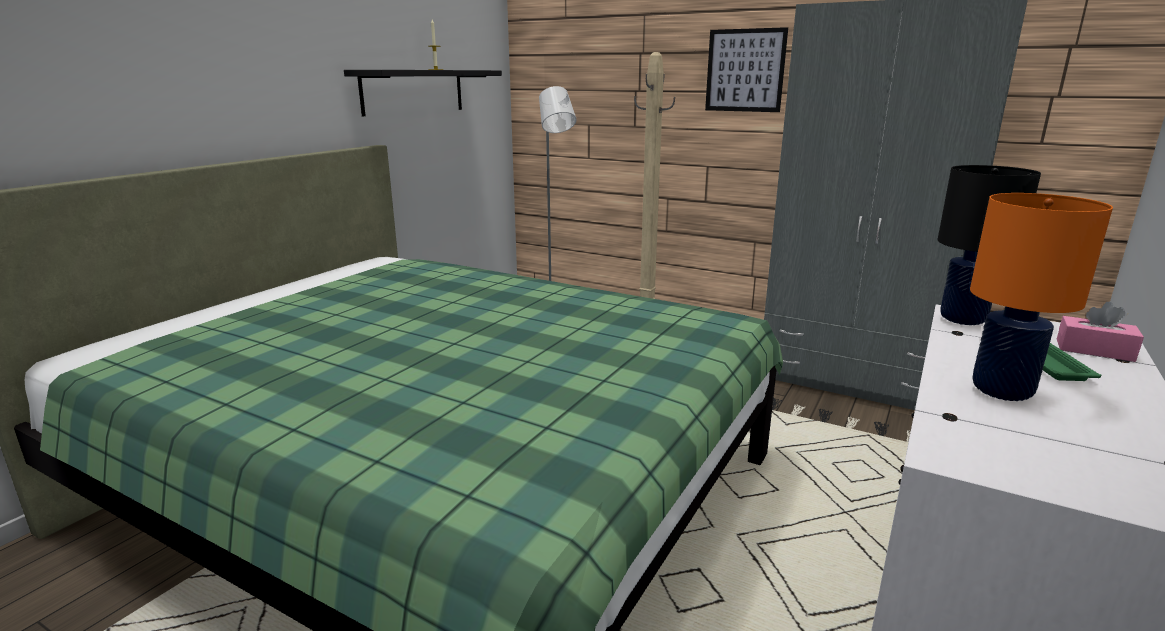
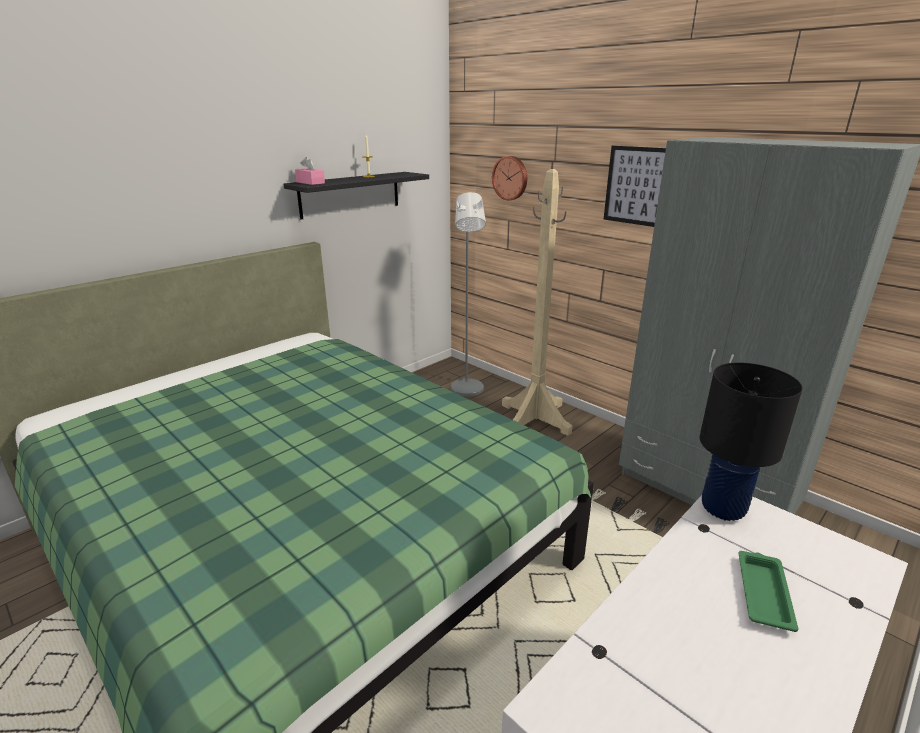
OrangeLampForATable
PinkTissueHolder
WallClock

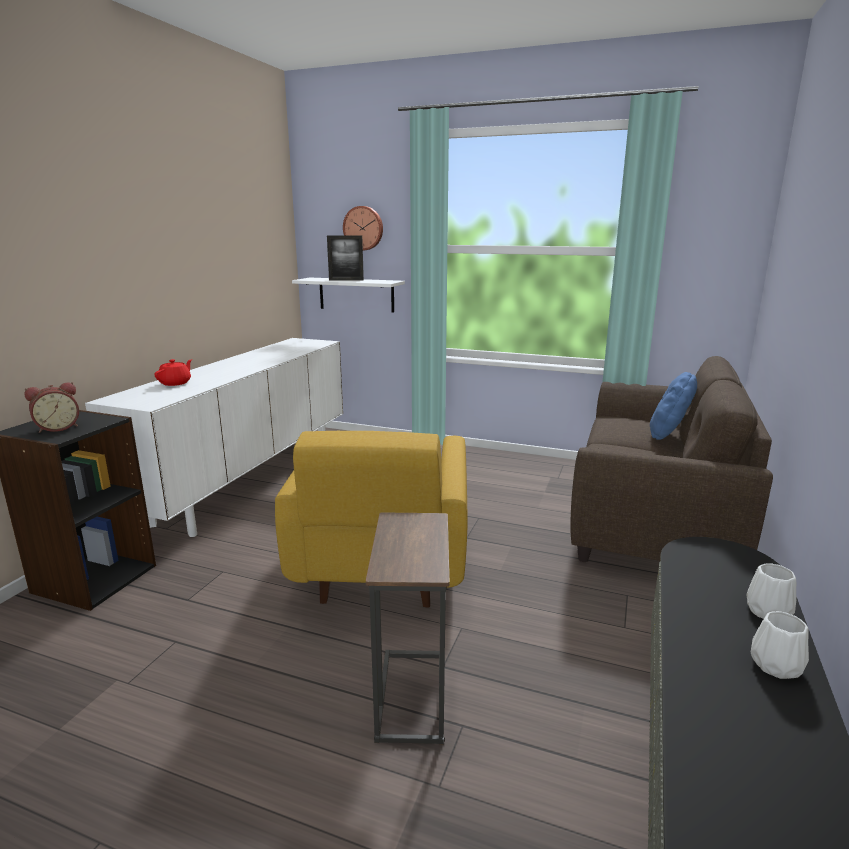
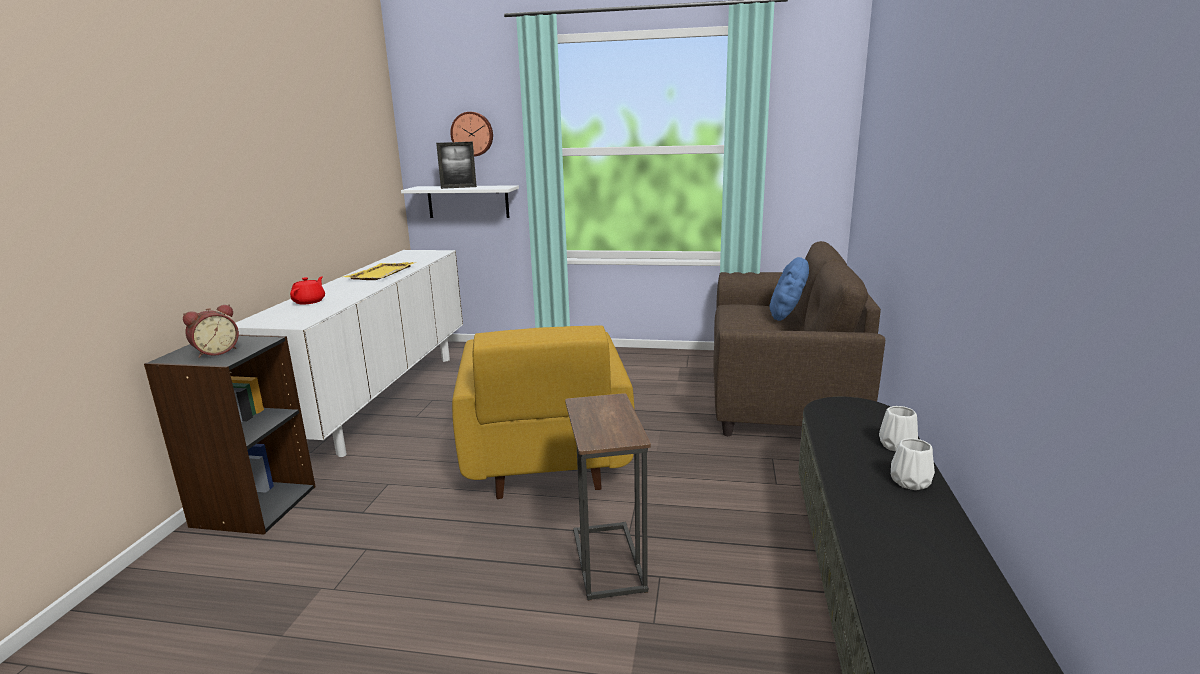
YellowColouredTray

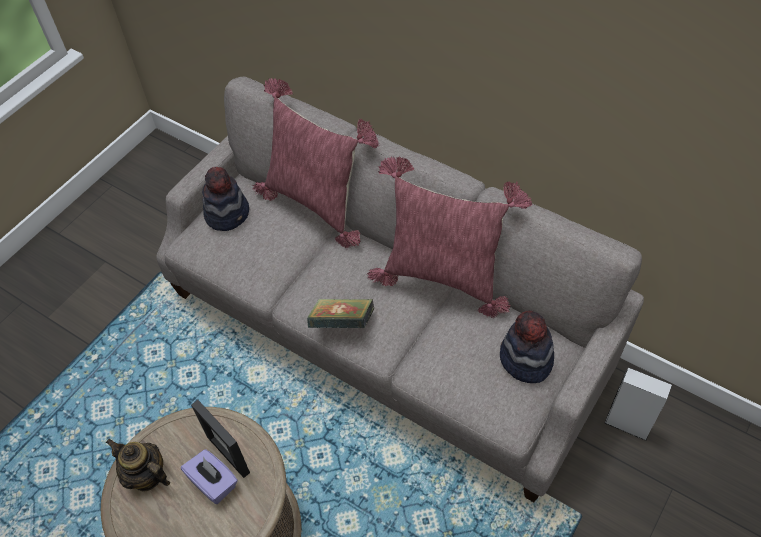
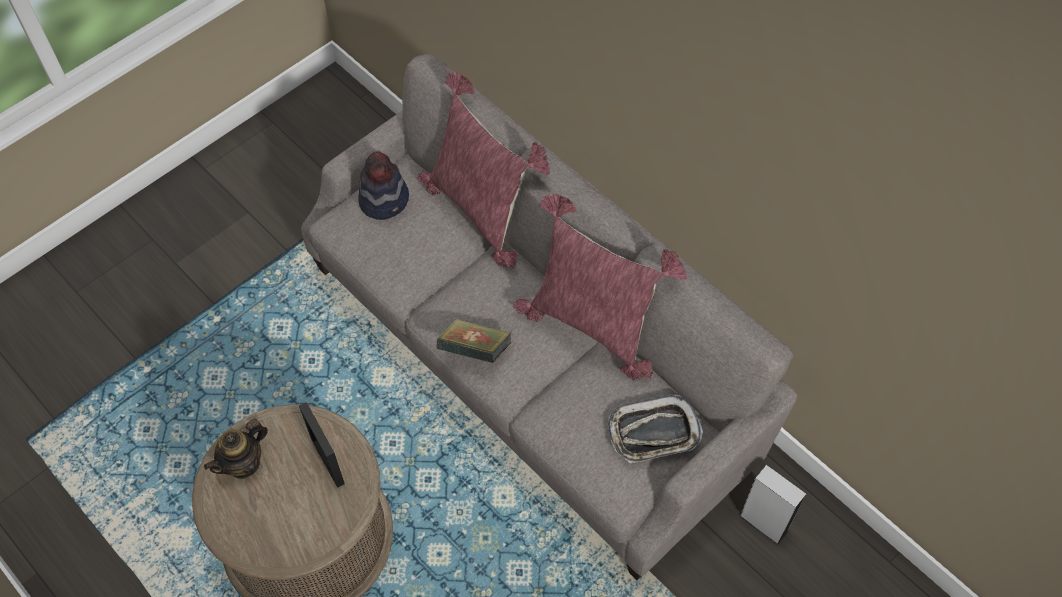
Teapot
PurpleTissueHolder
Tray

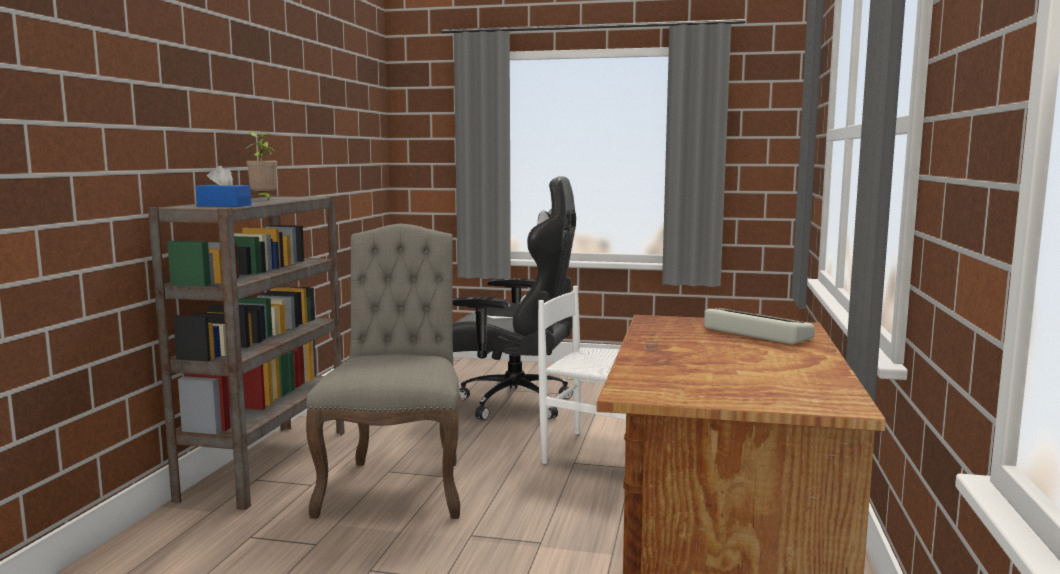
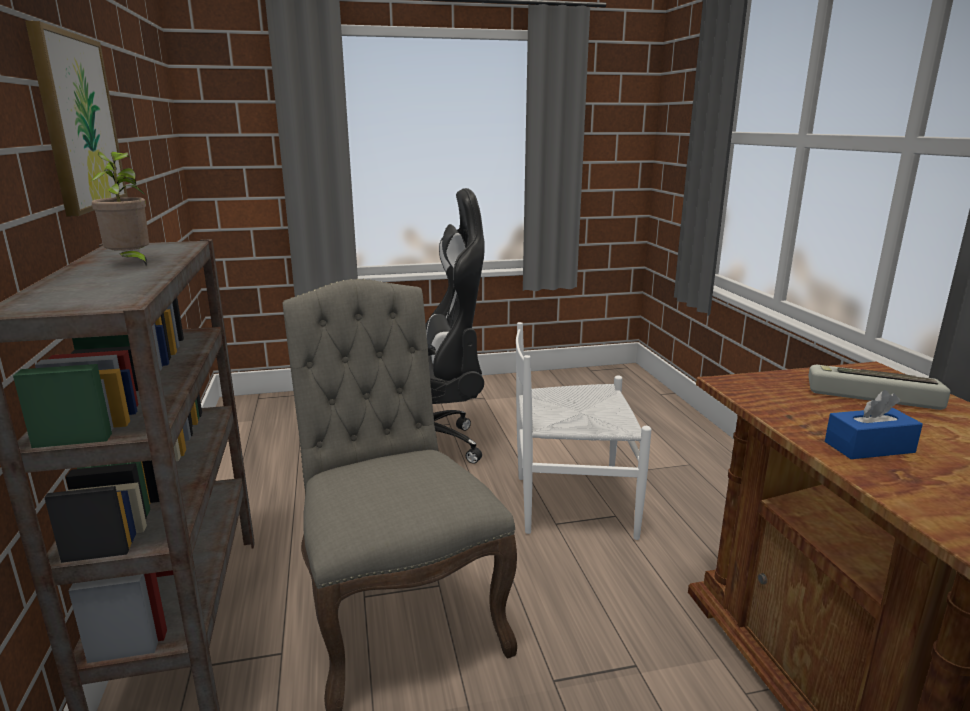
BlueColouredTissueHolder
Picture

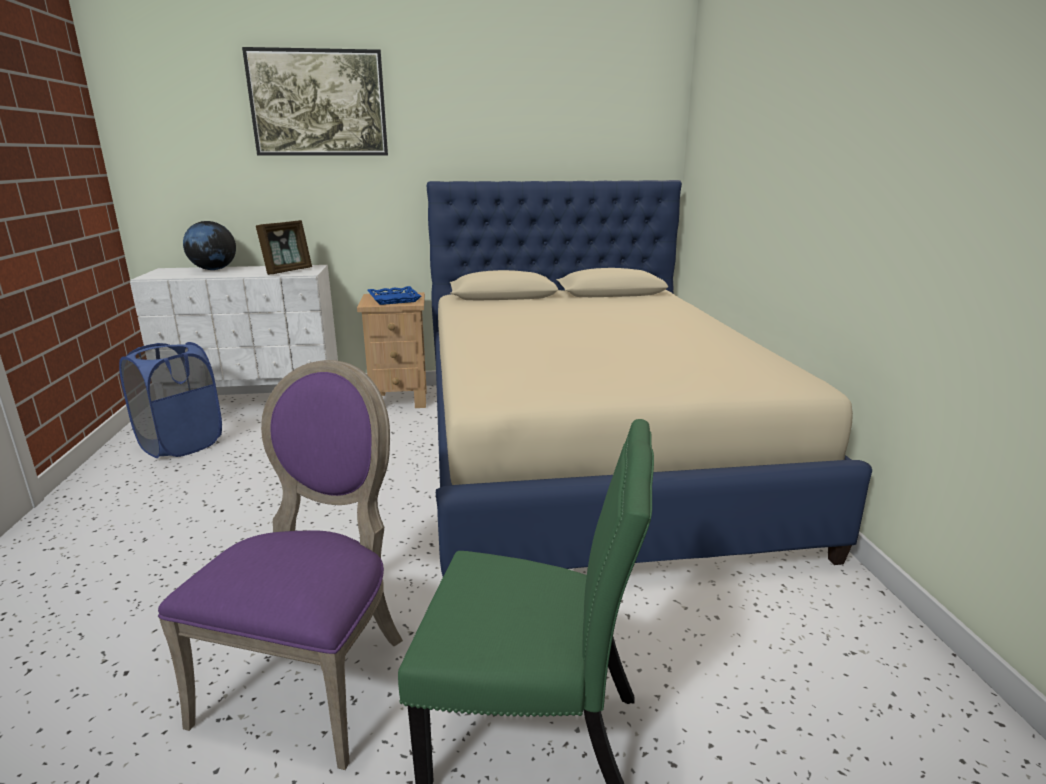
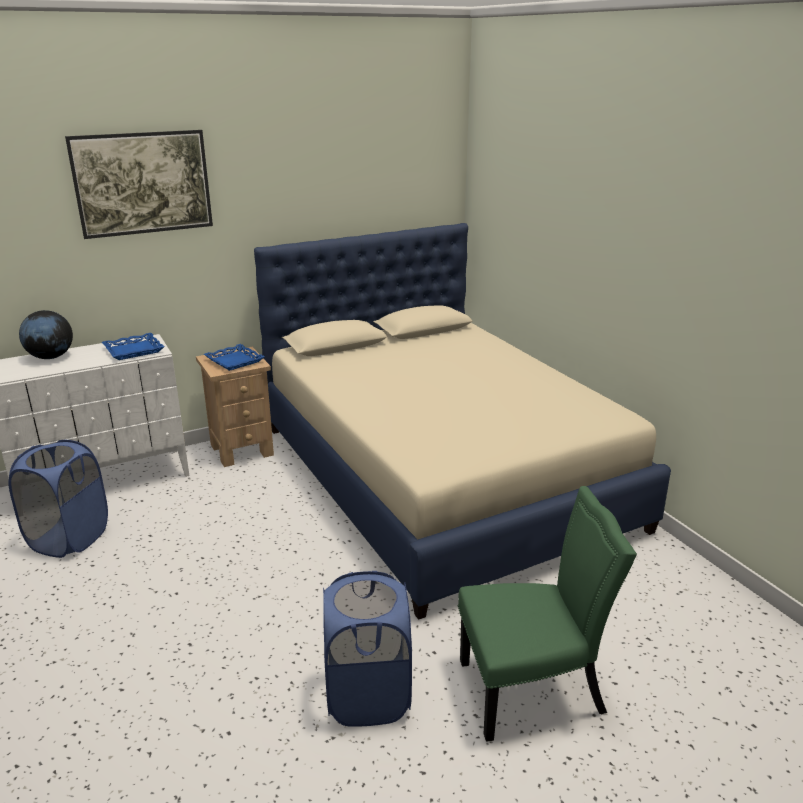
BlueColouredHamper (no. 2 from left)
BlueColouredTray (no. 1 from left)

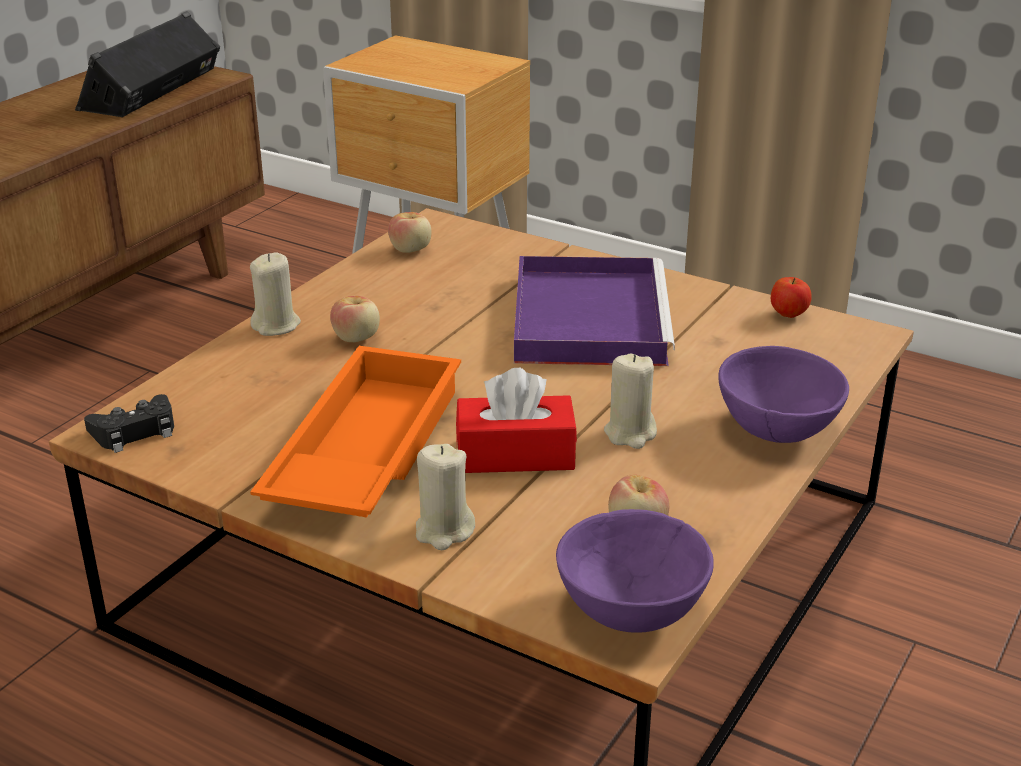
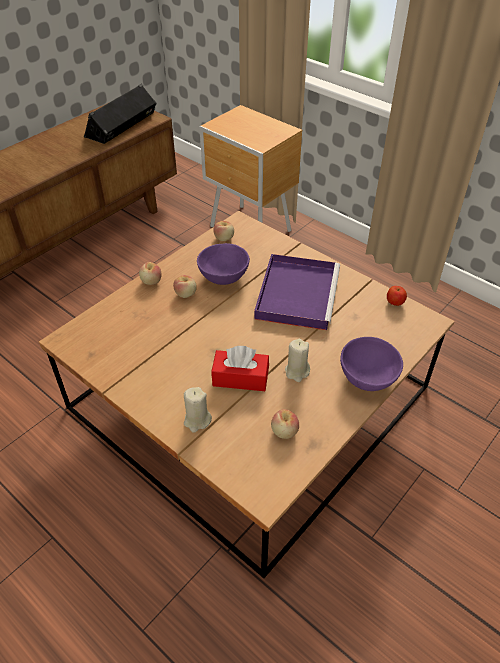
BlackGamepad
WholeApple (no. 1 from left)
OrangeTray
PurpleDeepDish (no. 1 from left)

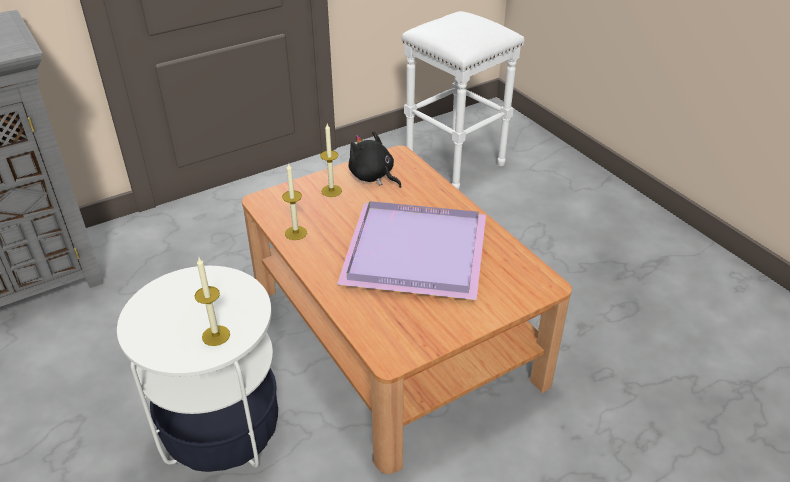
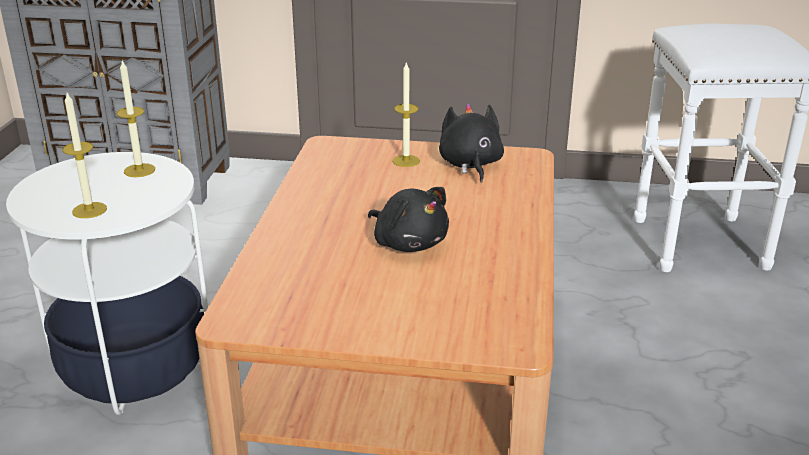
WaxLight (no. 2 from left)
BlackSoftToy (no. 1 from left)

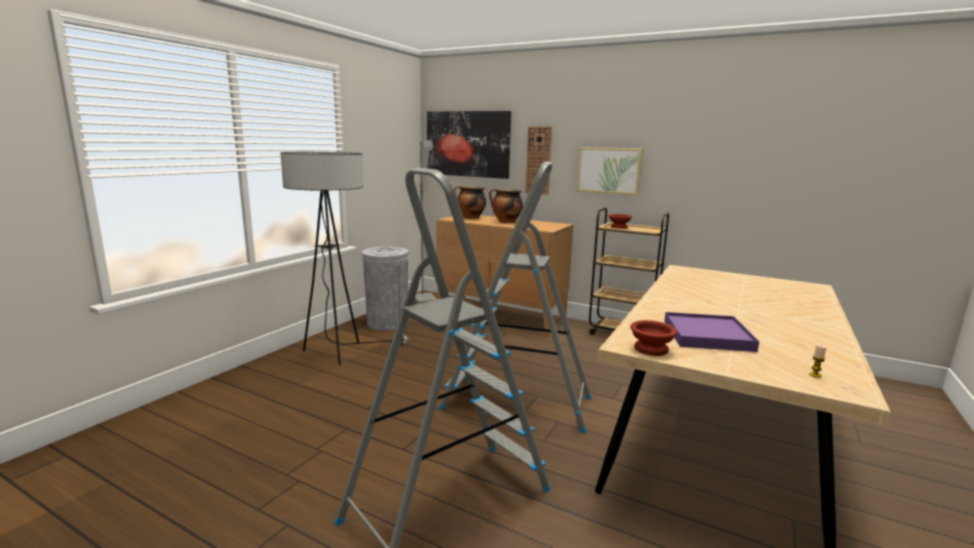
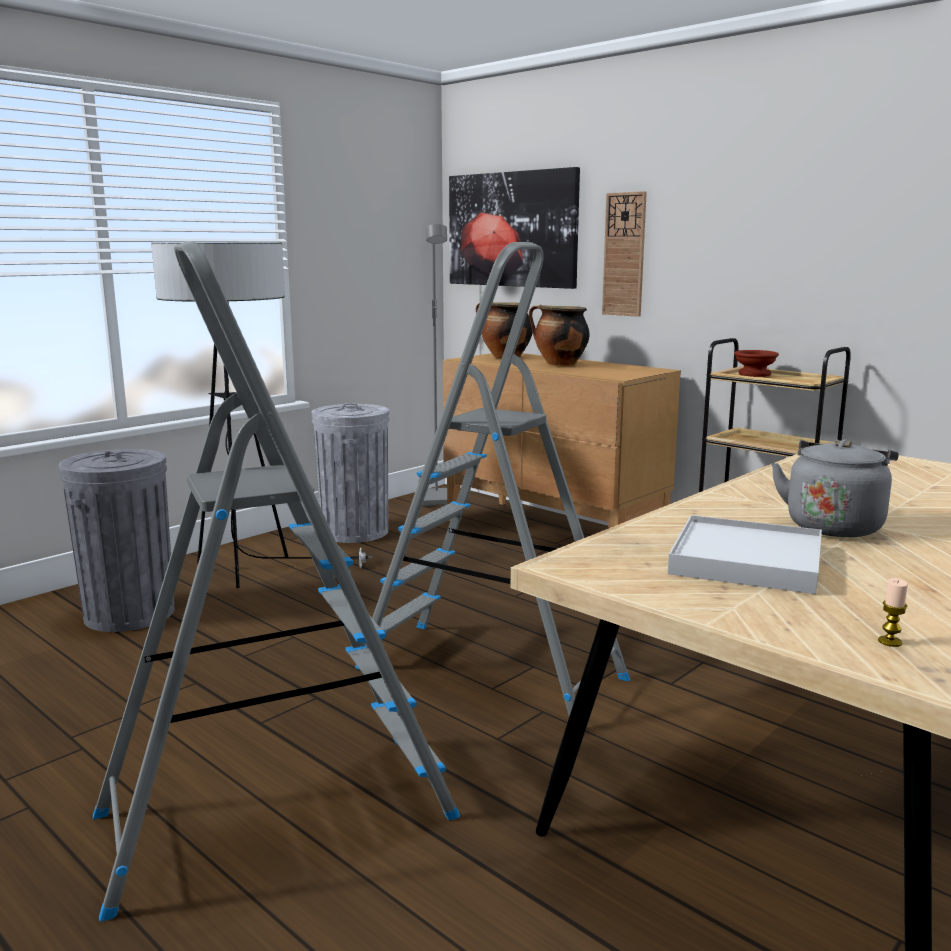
Picture (no. 2 from left in the first image)
BrownDeepDish (no. 2 from left in the first image)
WhiteTray
GrayWasteBin (no. 1 from left)
GrayTeaKettle

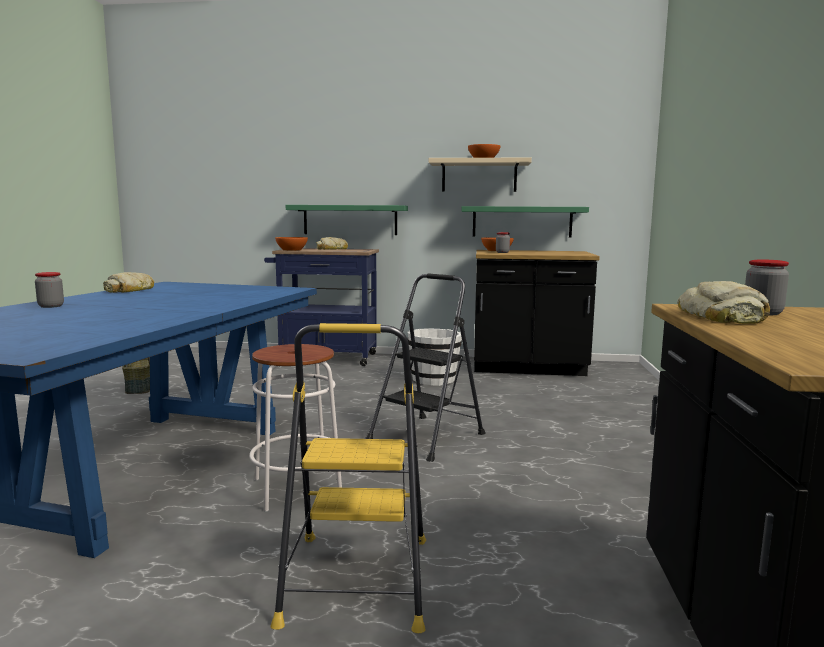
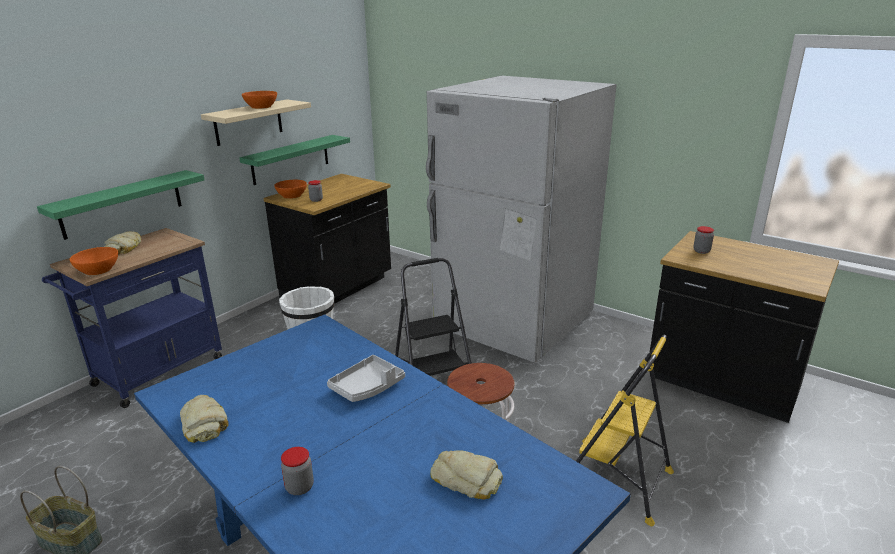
BakeryBread (no. 3 from left)
GrayTray
WhiteFridge

